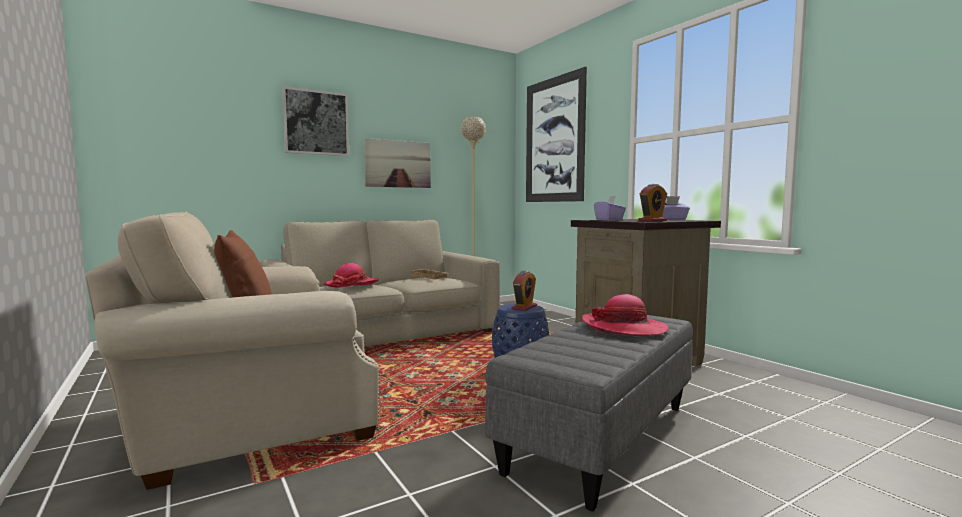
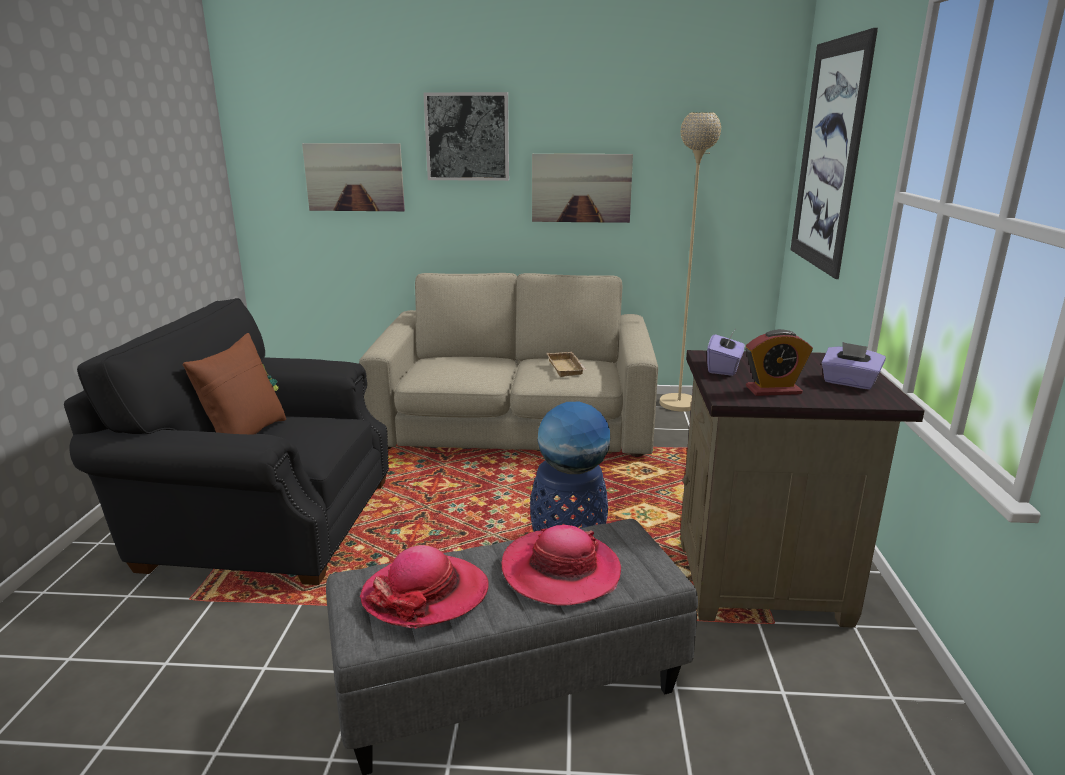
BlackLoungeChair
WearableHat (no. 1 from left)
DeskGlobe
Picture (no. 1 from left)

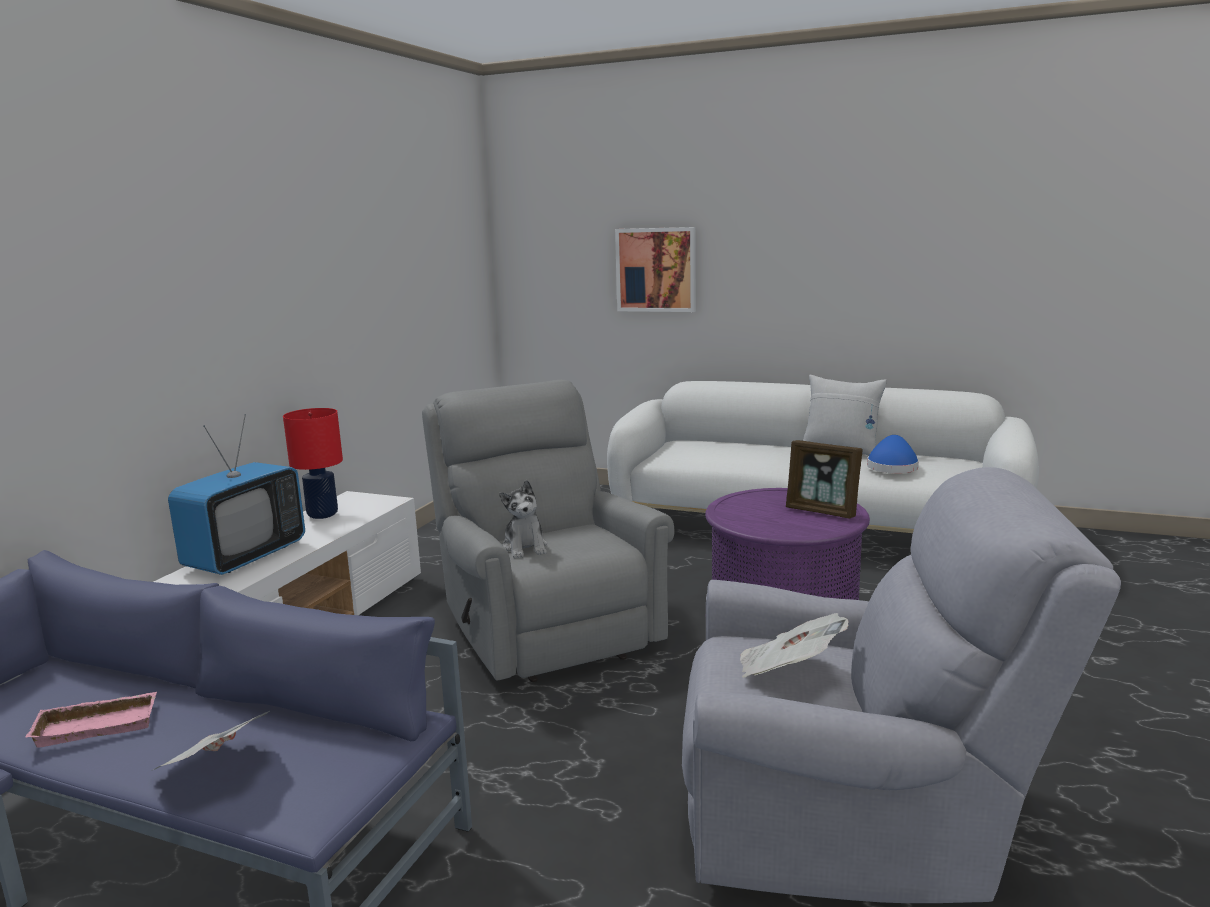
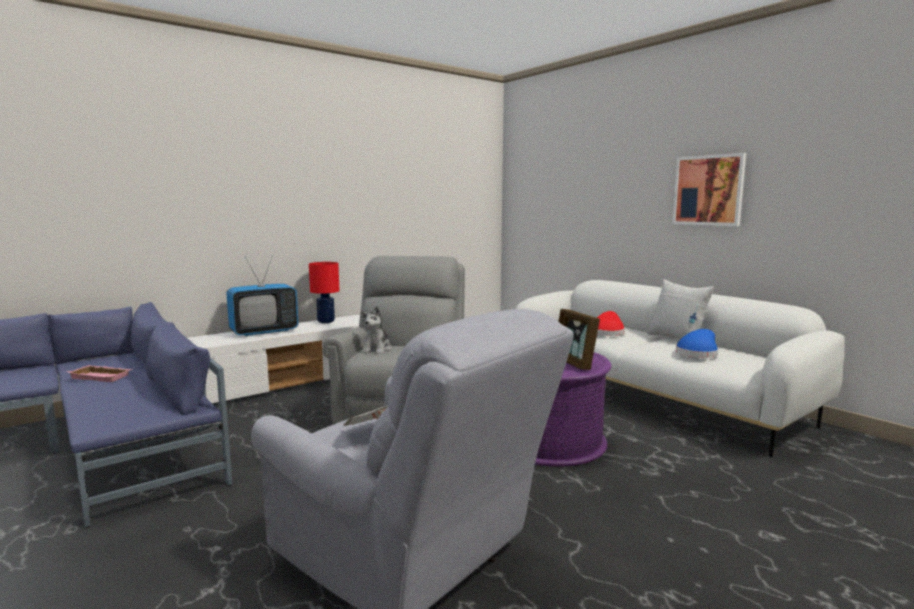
DailyPaper (no. 1 from left in the first image)
Picture
RedWearableHat

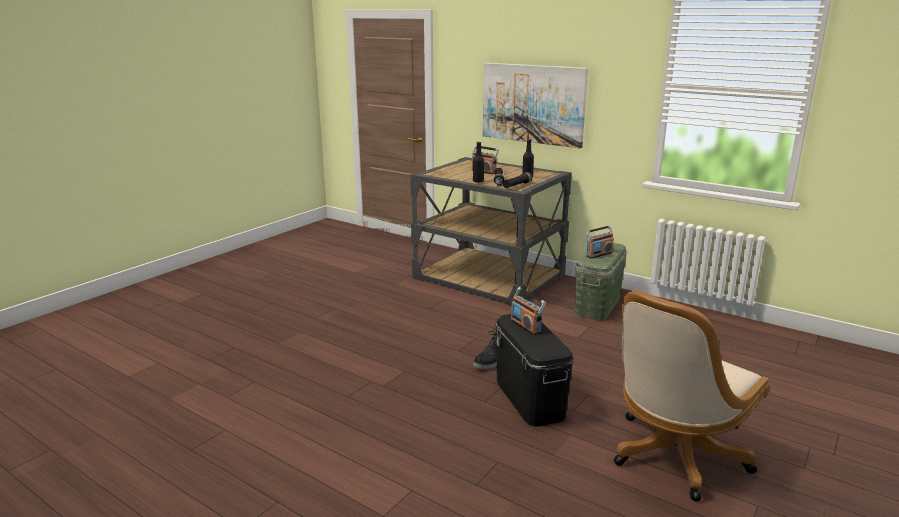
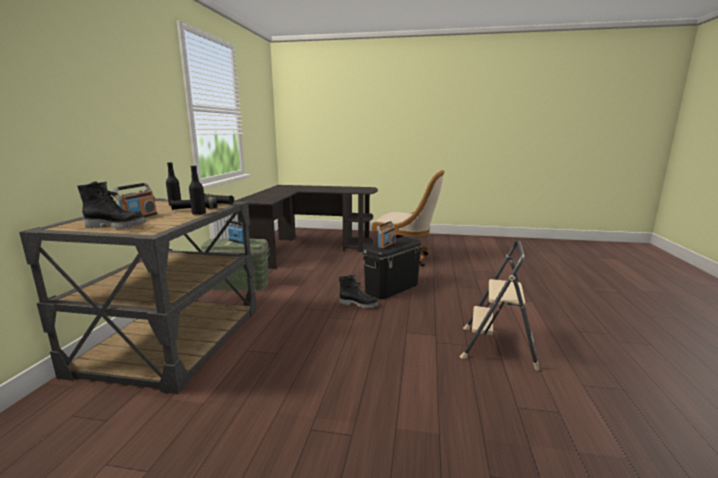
Picture
BlackTallBoot (no. 1 from left)
BlackDeskTable
SandColouredStepStool

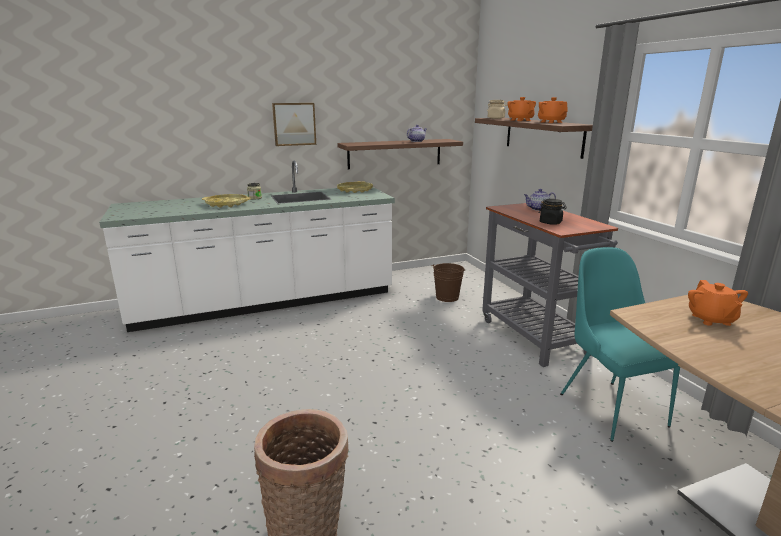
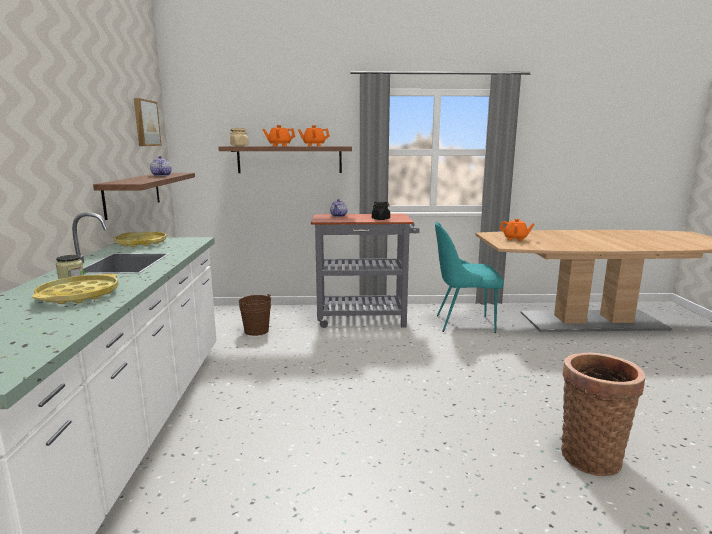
Picture

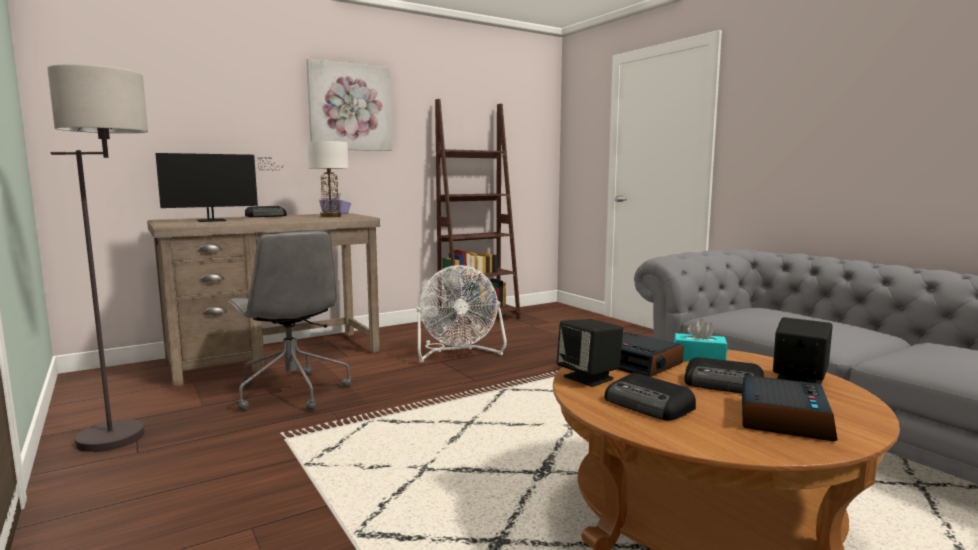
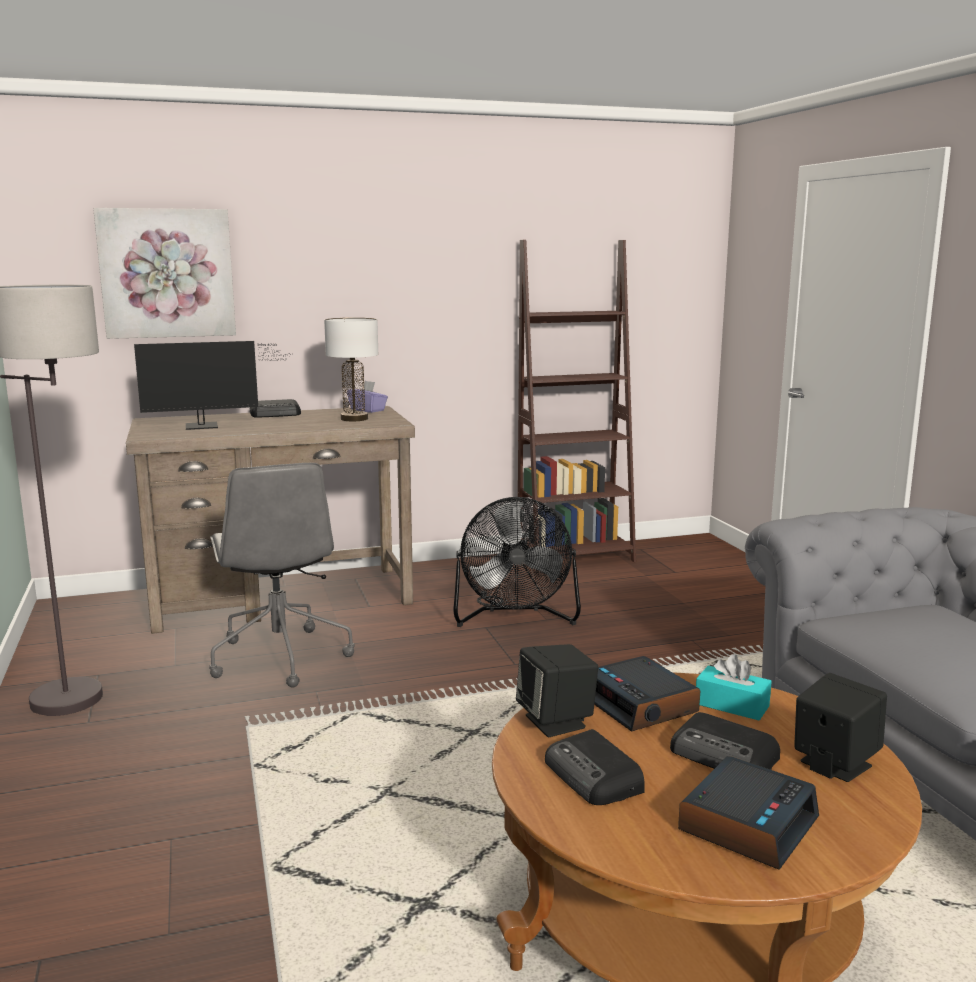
Picture
BlackElectricFan

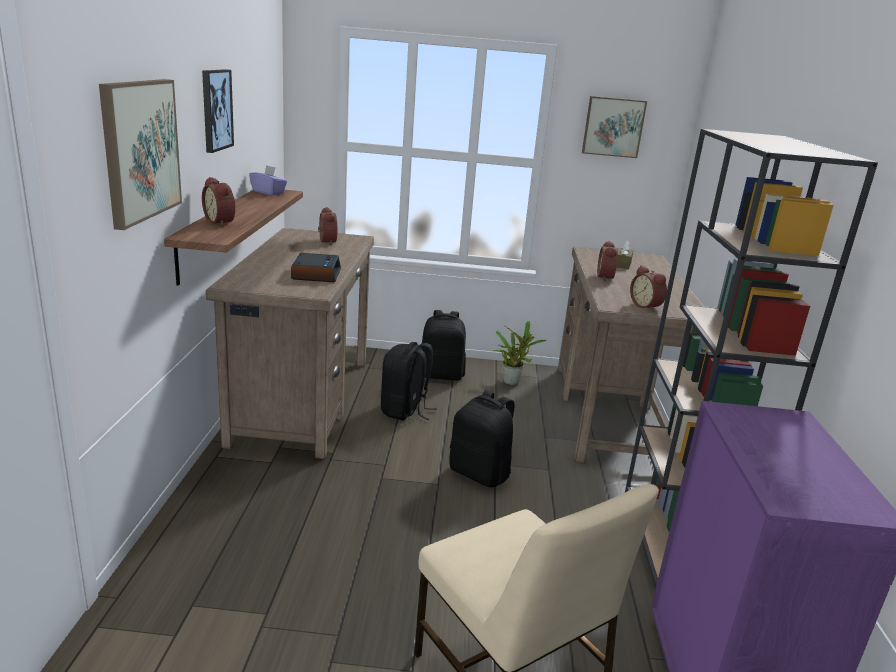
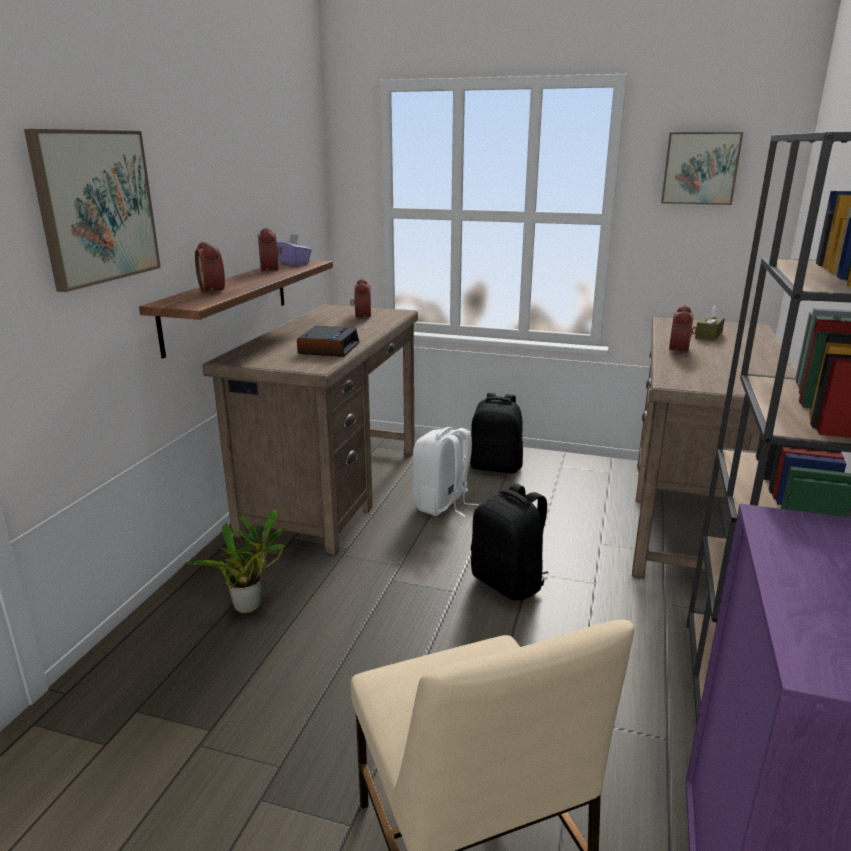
Picture (no. 2 from left in the first image)
WhiteKnapsack
Houseplant
TableClock (no. 2 from left)

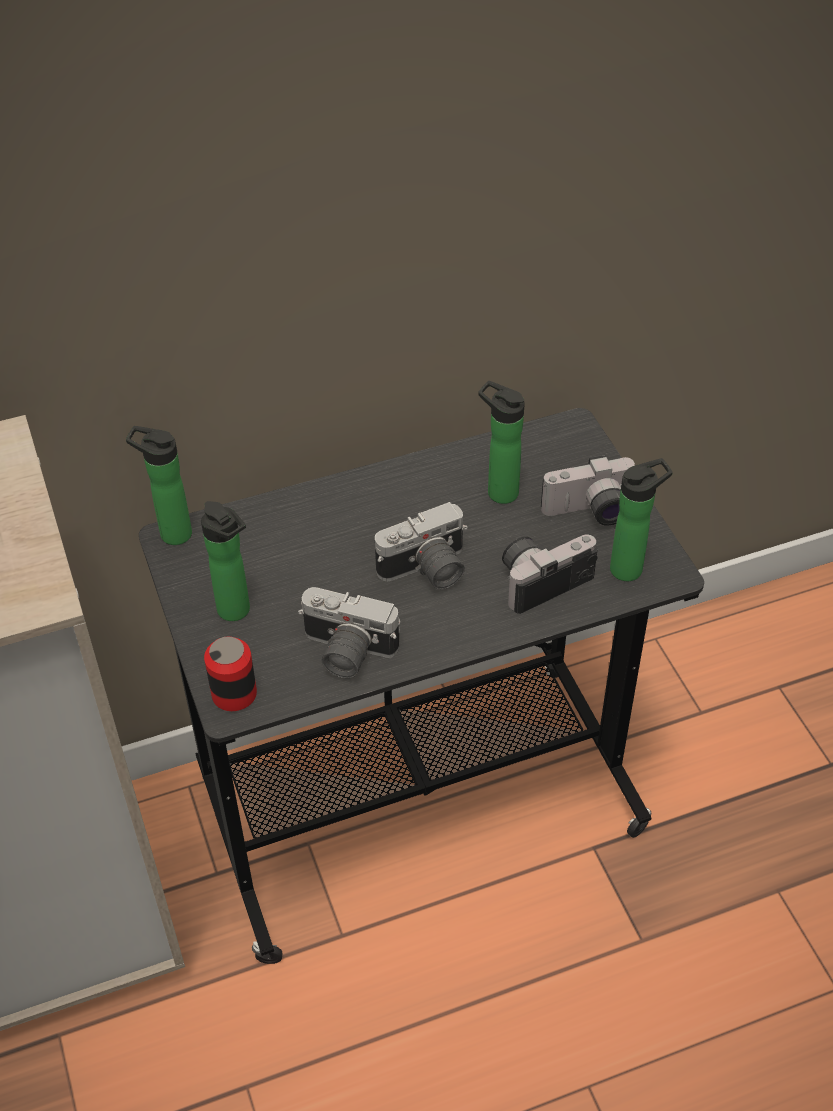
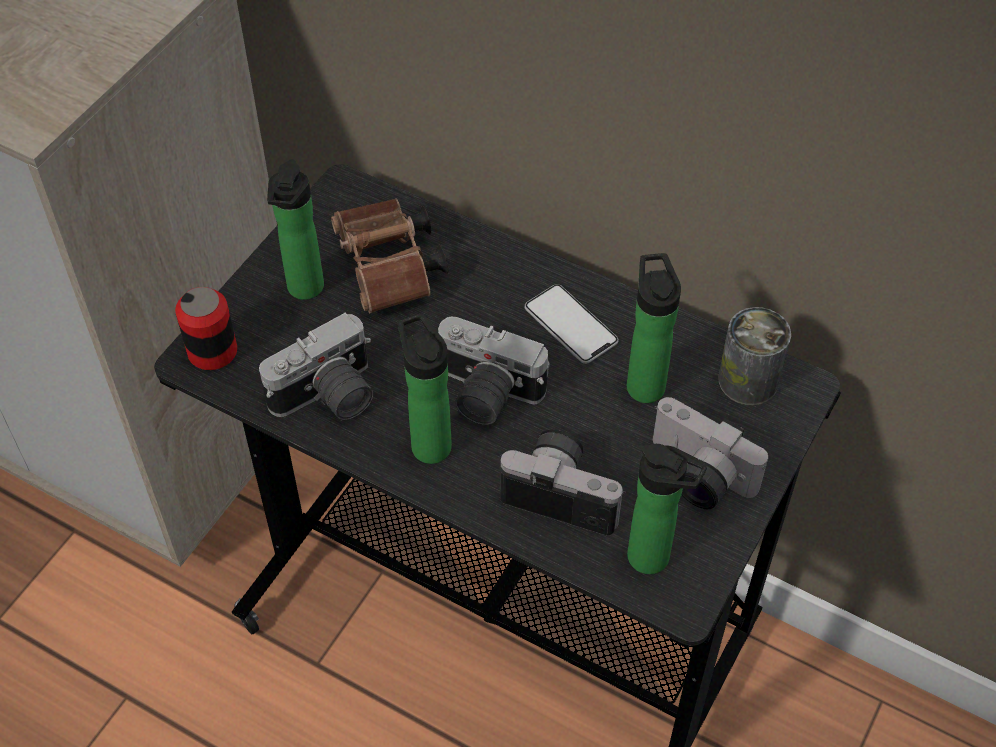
Bottle (no. 2 from left)
PhotoCamera (no. 1 from left)
BrownFieldGlasses
Handset
SealedCan (no. 2 from left)

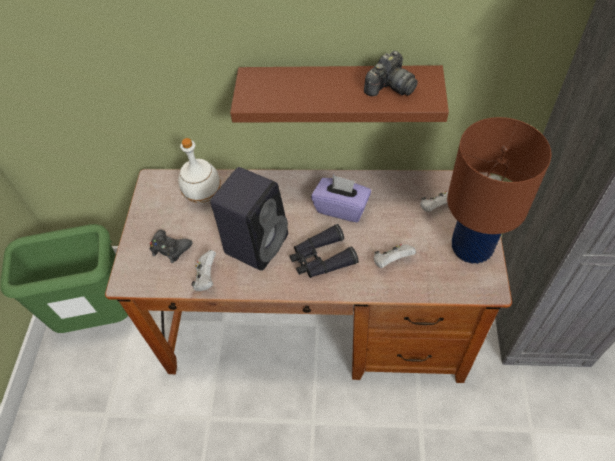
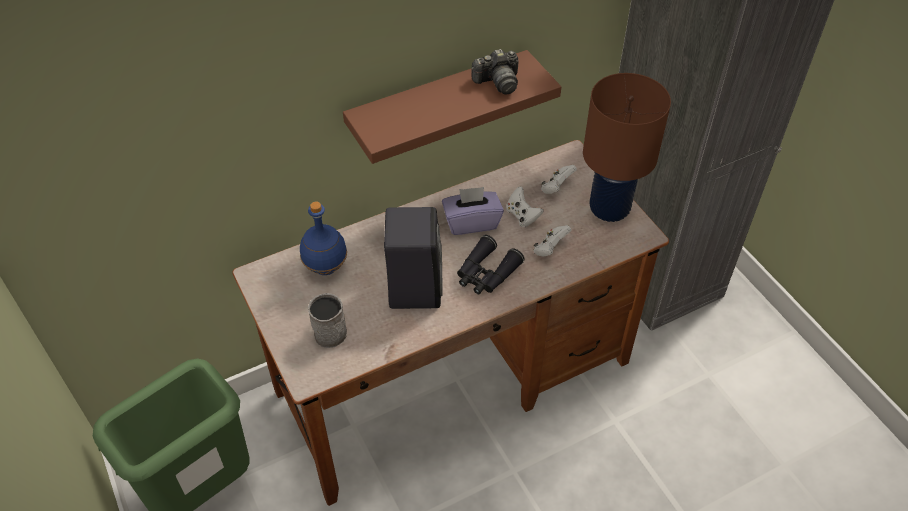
GrayCoffeeMug
BlueColouredBottle
WhiteGamepad (no. 1 from left)
PhotoCamera

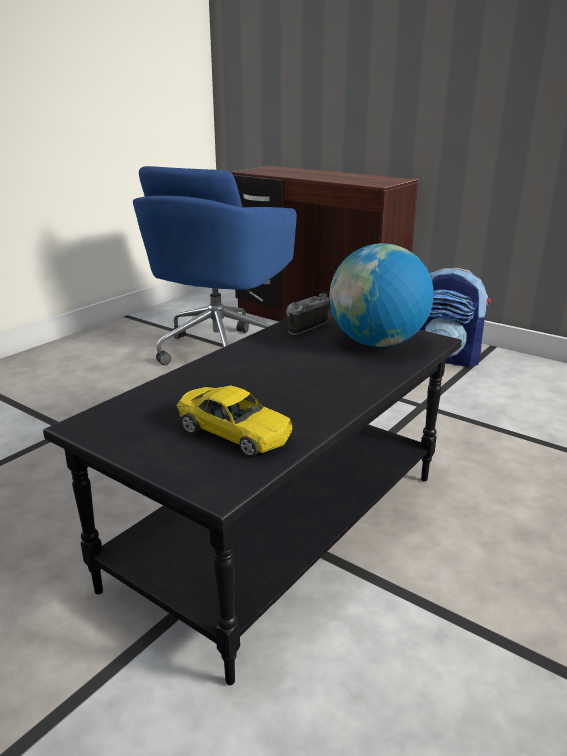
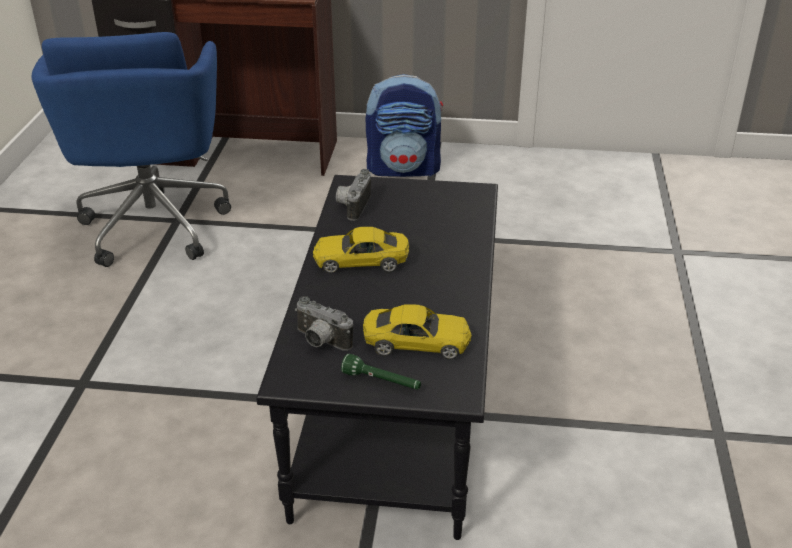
DeskGlobe
PhotoCamera (no. 1 from left)
YellowColouredToyCar (no. 1 from left)
GreenHandTorch

